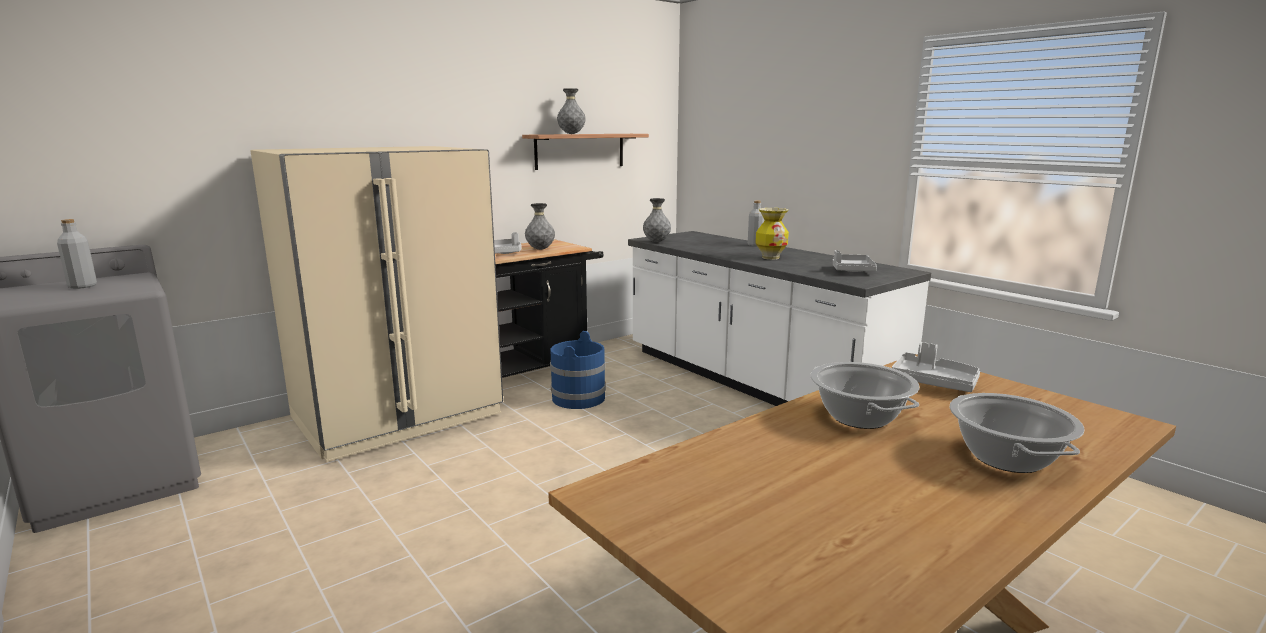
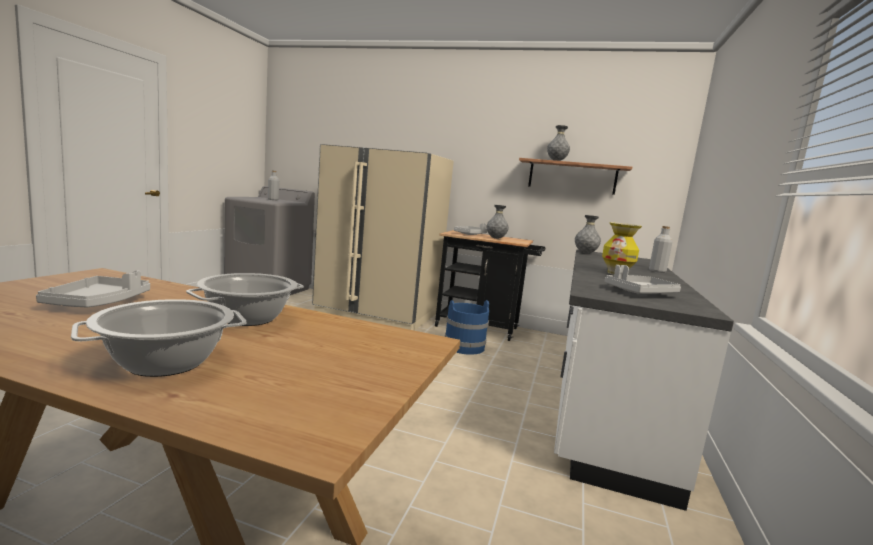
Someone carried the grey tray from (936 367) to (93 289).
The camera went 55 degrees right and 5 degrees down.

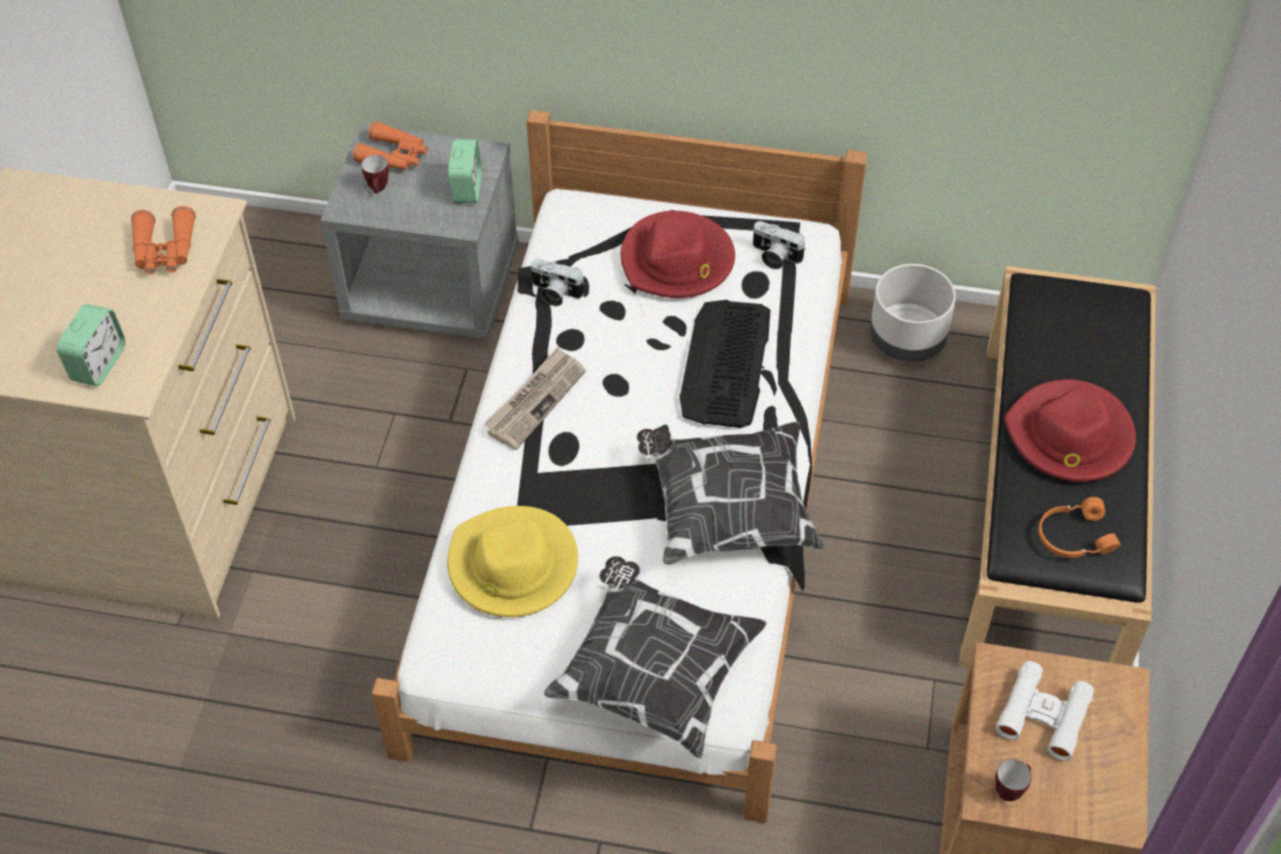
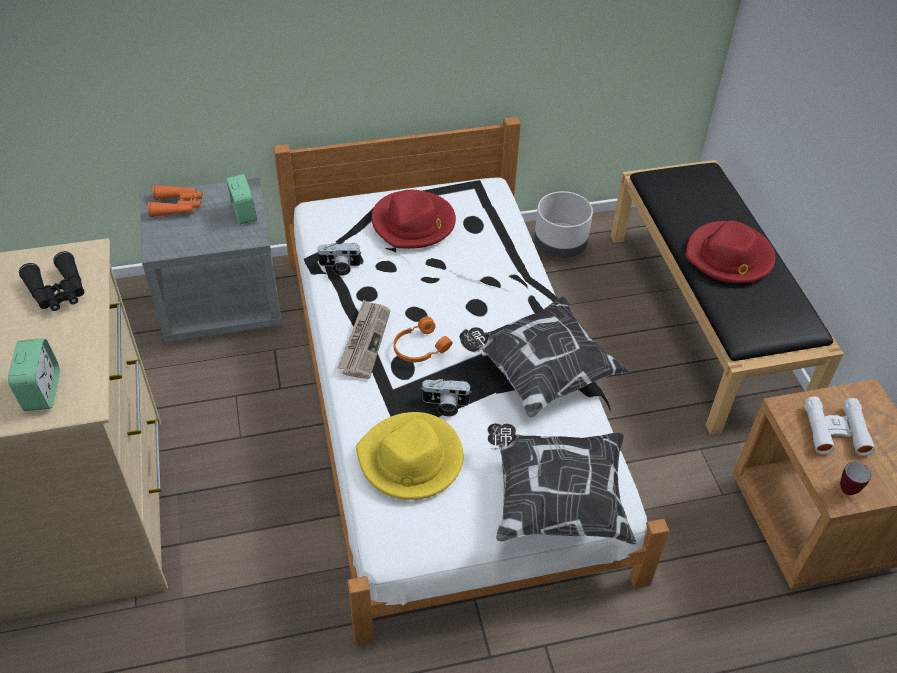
Someone repainted the orange binoculars at (163 240), which became the black binoculars at (51 281).
Someone took away the mug at (375 174).
Someone took away the keyboard at (724 364).
Someone carried the photo camera from (779 245) to (446 397).
Someone carried the orange headphones from (1079 527) to (423 339).
The camera went 25 degrees left and 5 degrees down.

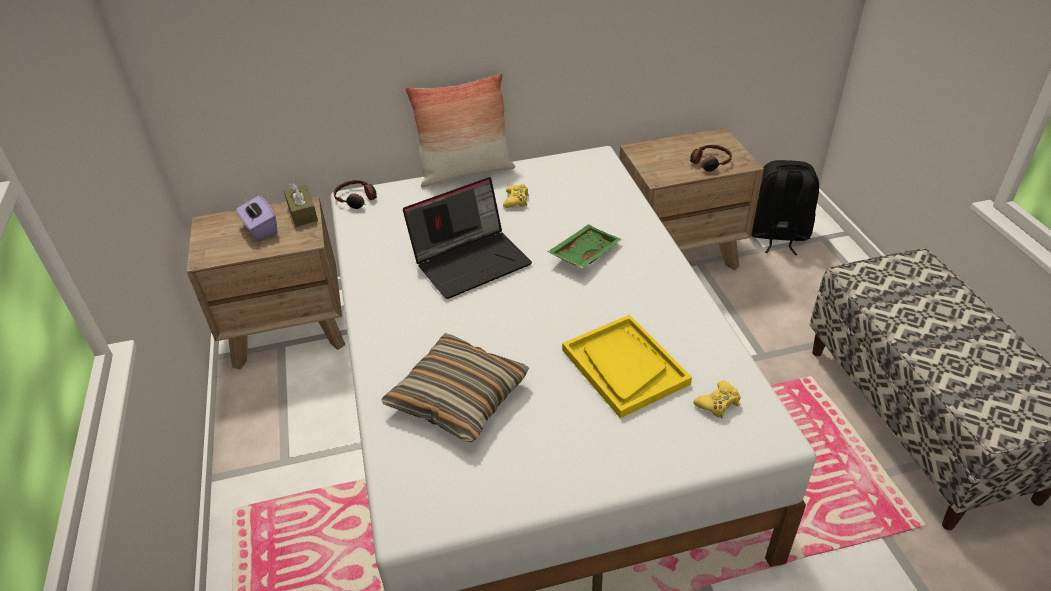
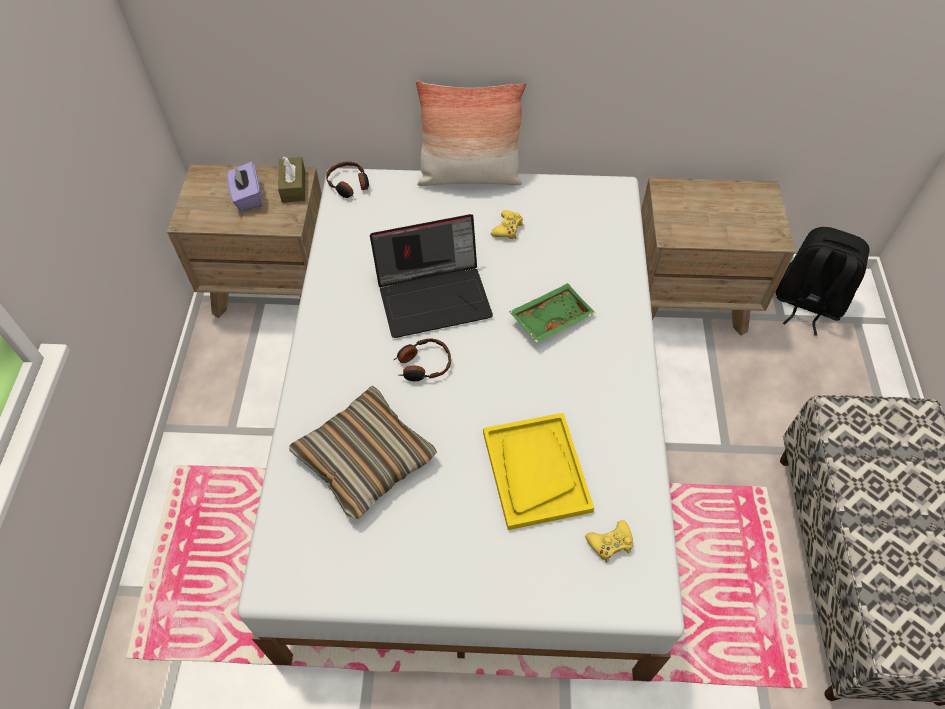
Someone carried the headphones from (711 158) to (422 359).
The camera went 15 degrees right and 15 degrees up.

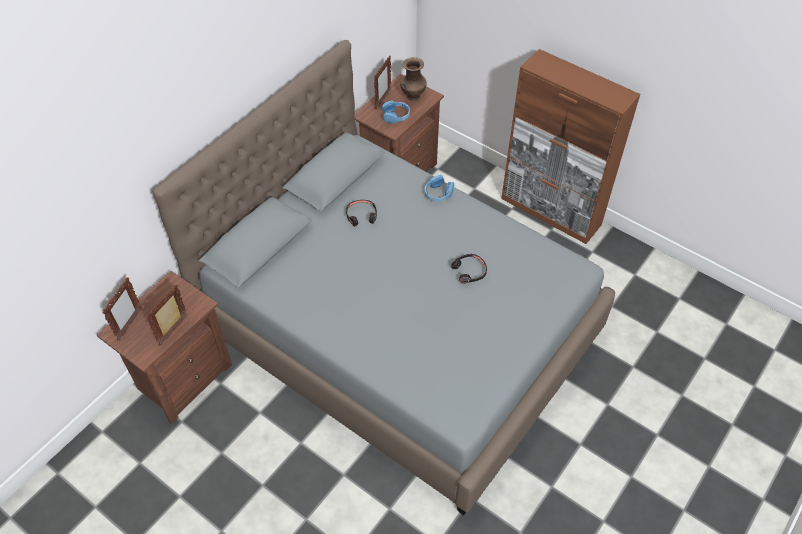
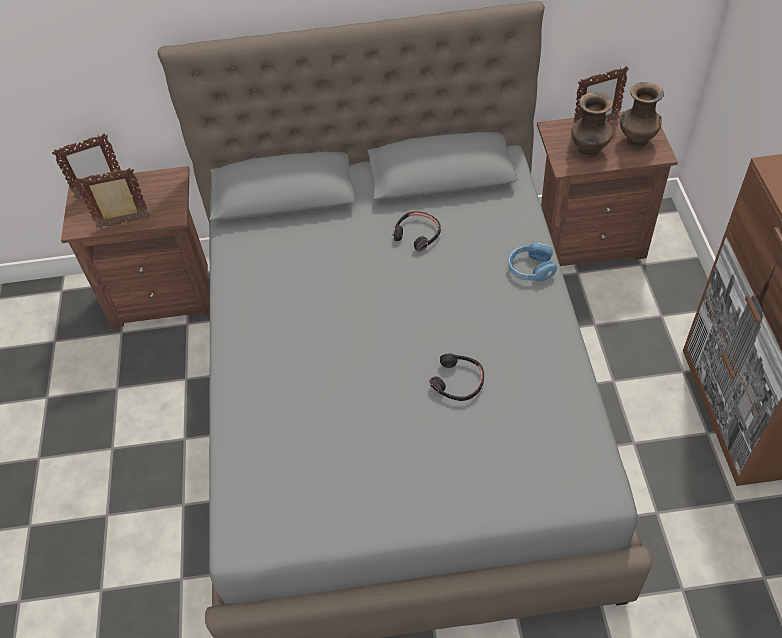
Someone swapped the blue headphones at (396 112) for the brown vase at (592 125).
The camera went 50 degrees right and 0 degrees up.

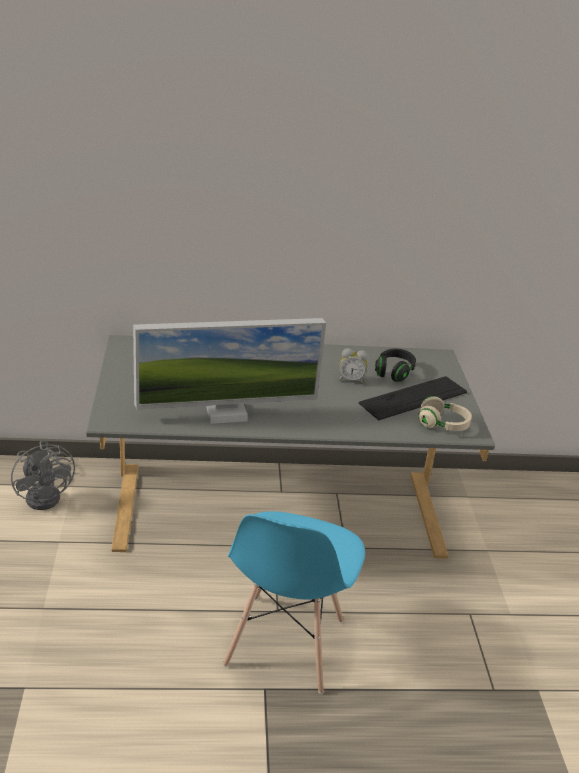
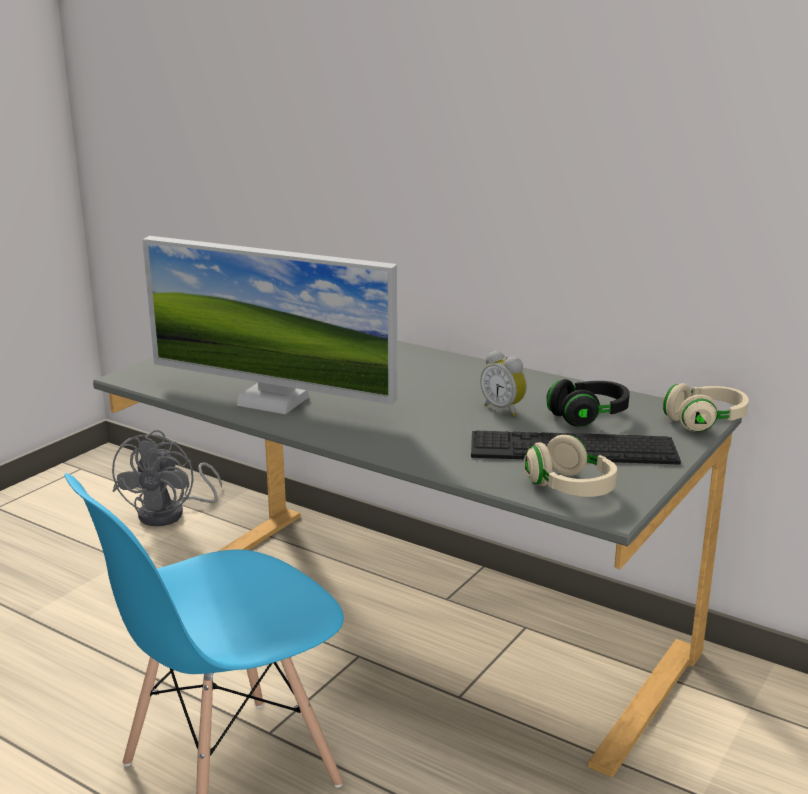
Someone put down the beige headphones at (706 407).
The camera went 40 degrees right and 10 degrees down.

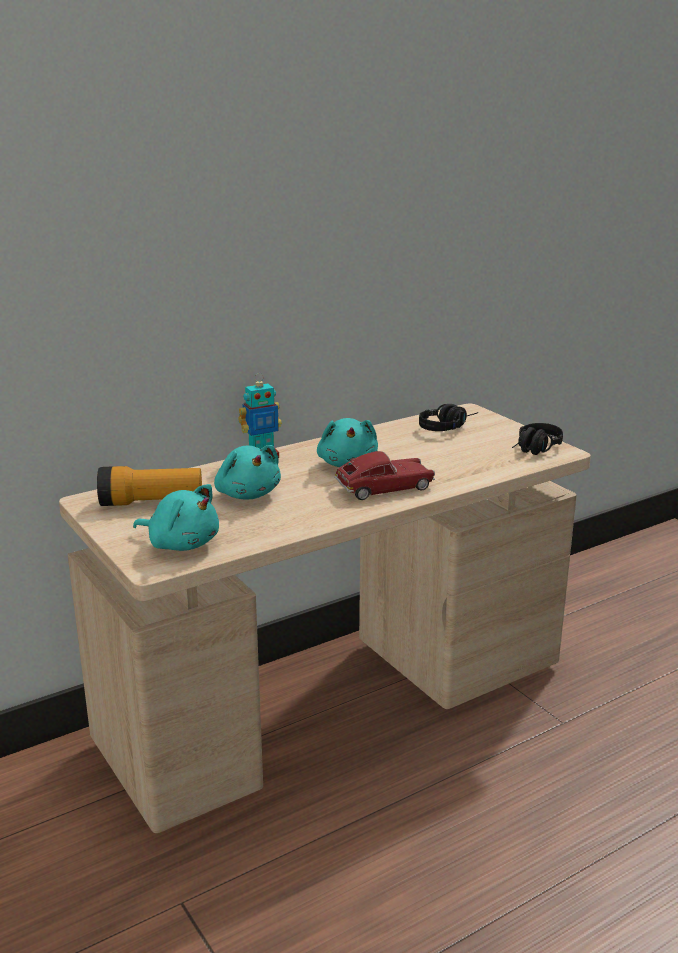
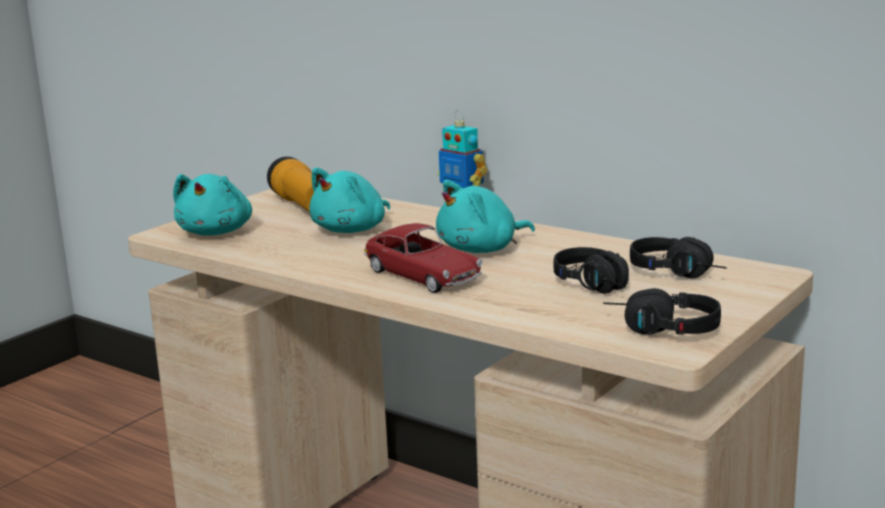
Someone put down the black headphones at (591 270).
The camera went 70 degrees right and 5 degrees down.

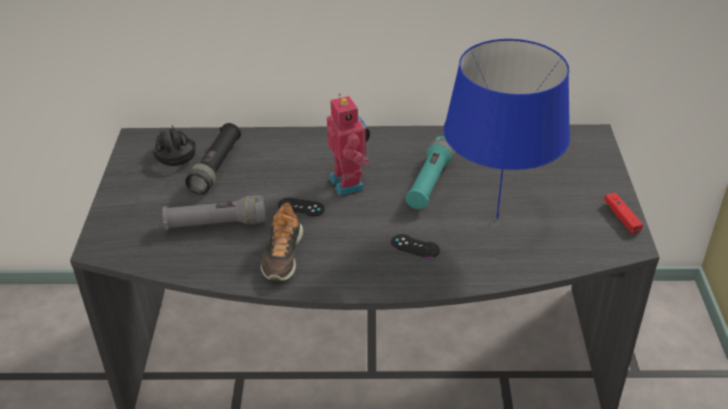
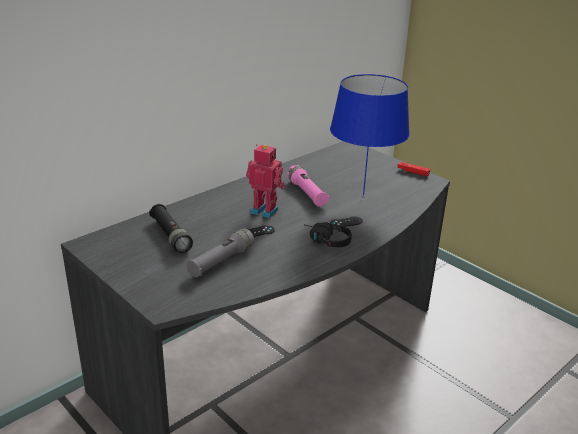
Someone carried the black headphones from (174 145) to (328 234).
Someone took away the shoe at (282 241).
Someone repainted the turquoise flashlight at (430 172), which became the pink flashlight at (308 186).
The camera went 45 degrees left and 10 degrees down.

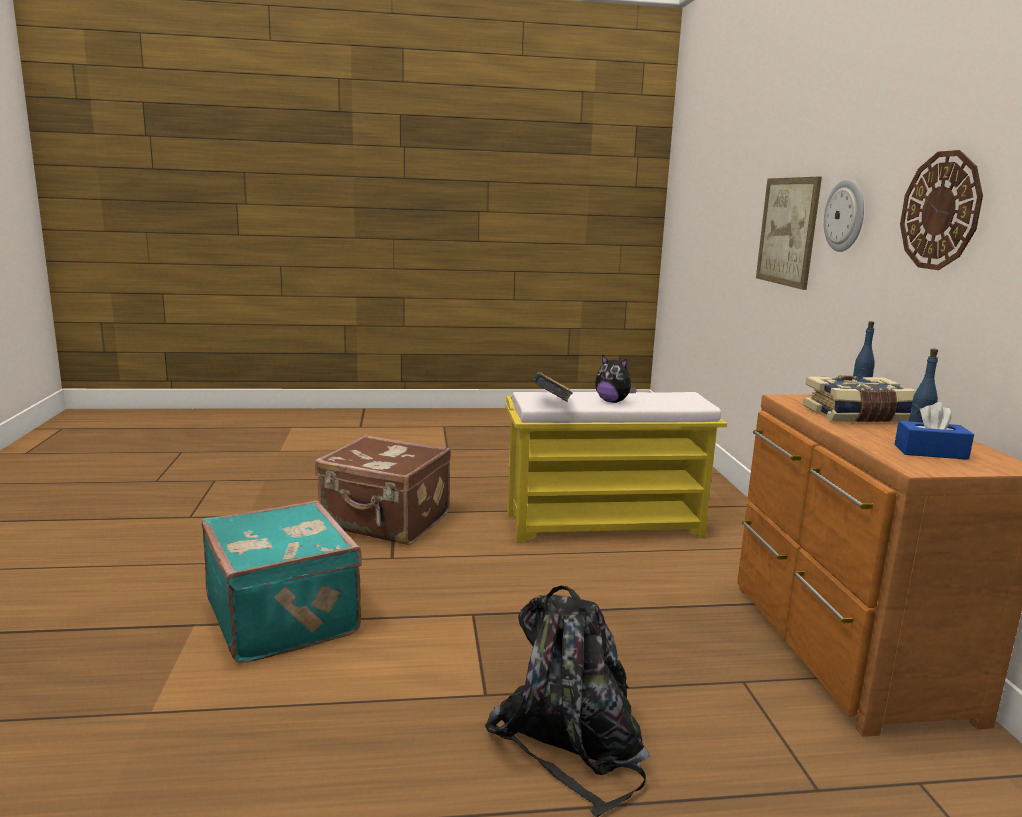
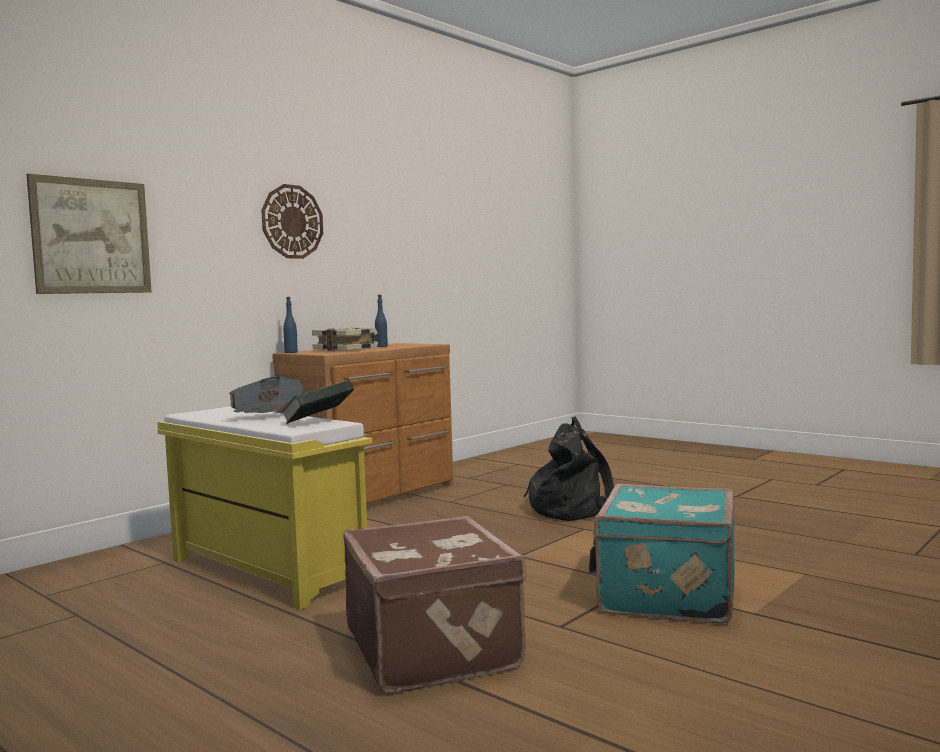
Someone swapped the plush toy at (616 379) for the newspaper at (266 394).
Someone took away the wall clock at (844 215).
Someone took away the blue tissue box at (934 431).
The camera went 130 degrees left and 10 degrees down.

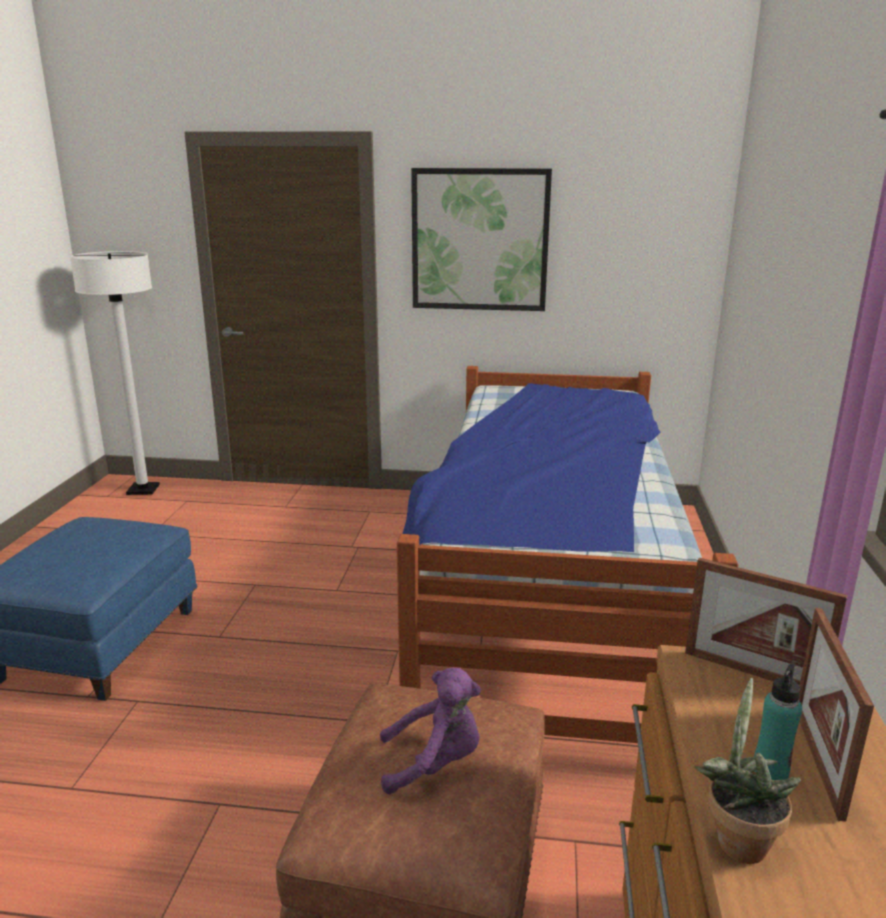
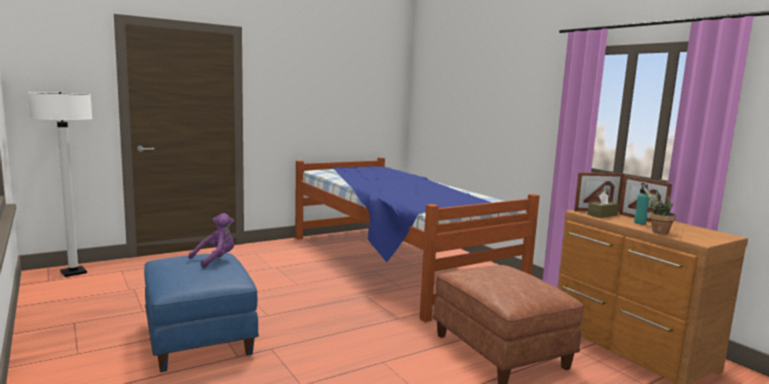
Someone carried the purple plush toy from (430 731) to (211 240).
Someone took away the picture at (481 239).
Someone put down the brown tissue box at (603 204).
The camera went 40 degrees left and 10 degrees down.

